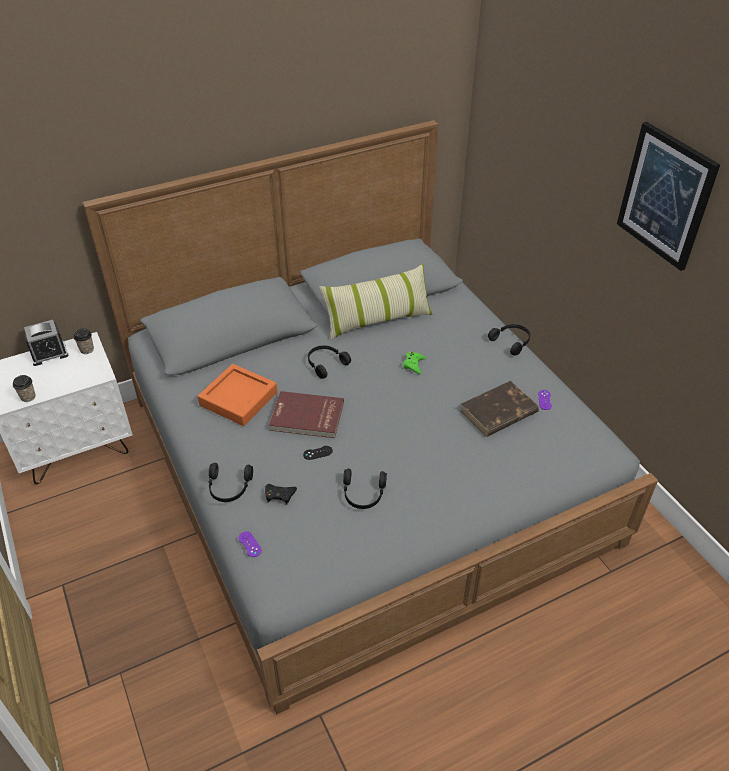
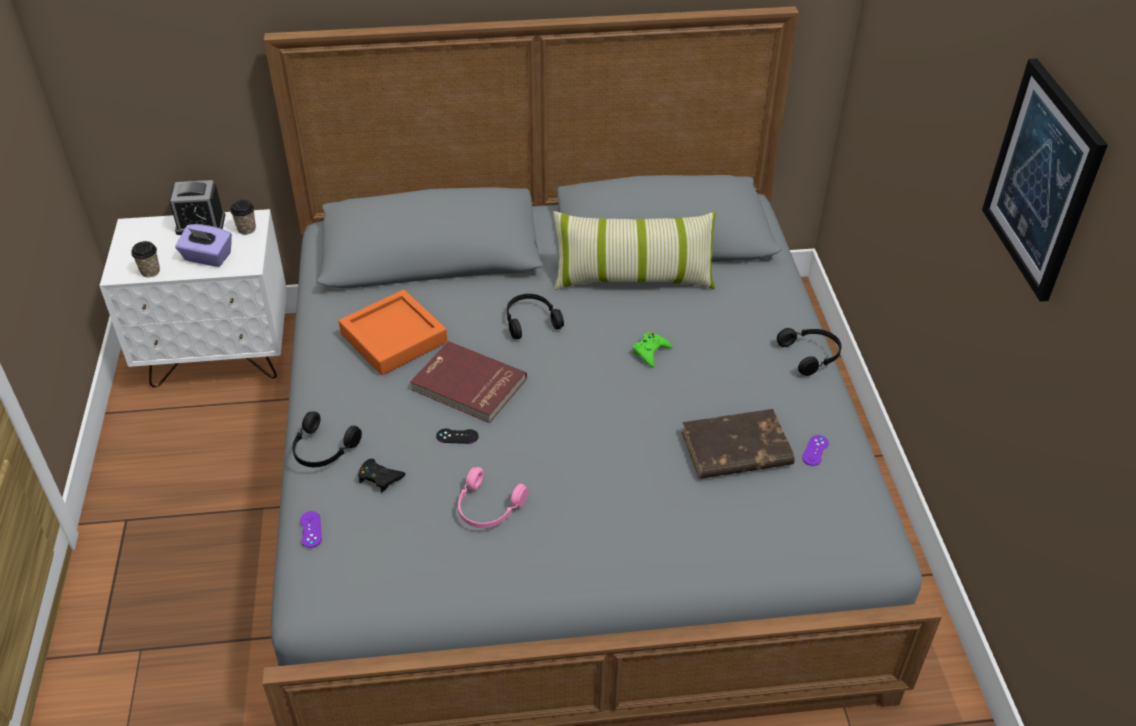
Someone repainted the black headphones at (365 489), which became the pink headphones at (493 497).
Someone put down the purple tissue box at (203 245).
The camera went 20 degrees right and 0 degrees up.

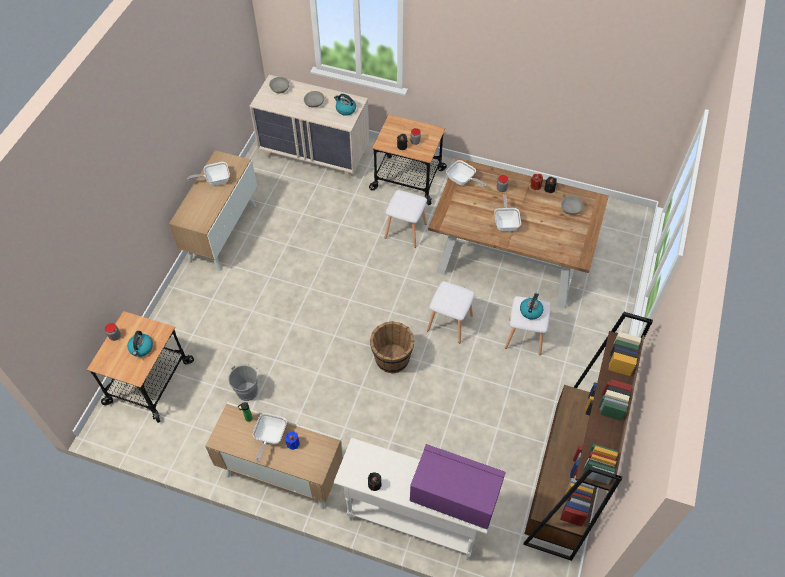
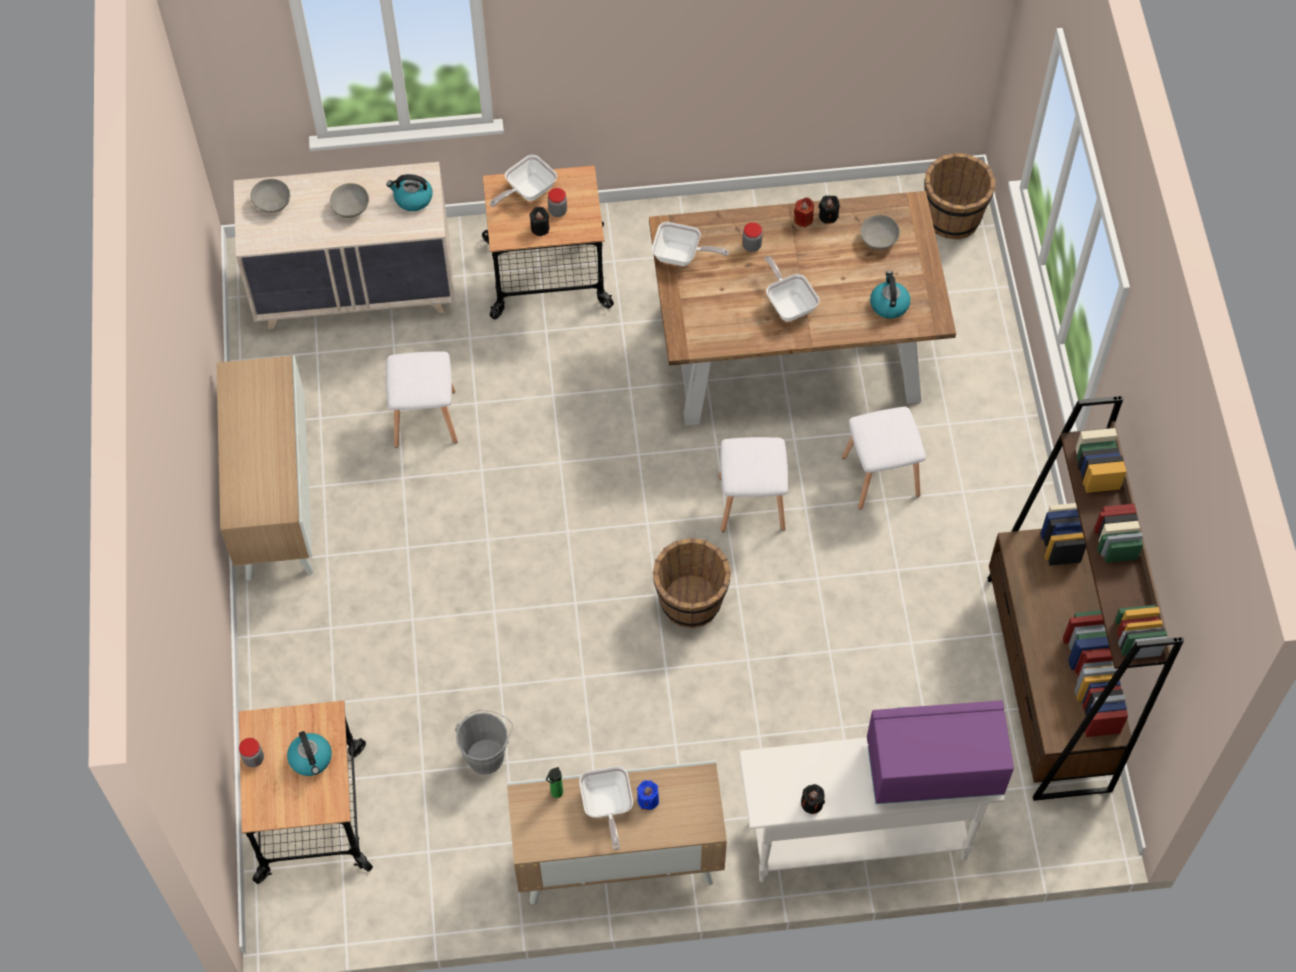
Someone carried the frying pan from (208 173) to (523 181).
Someone carried the white stool from (406 219) to (422 399).
Someone carried the kettle from (531 306) to (890 295).
Someone put down the brown bucket at (959 196).
The camera went 25 degrees left and 5 degrees up.

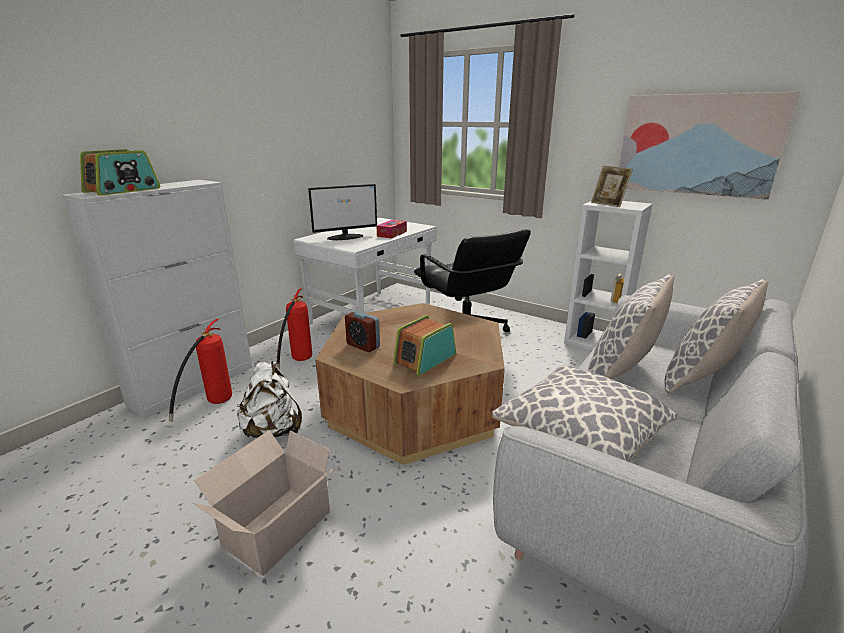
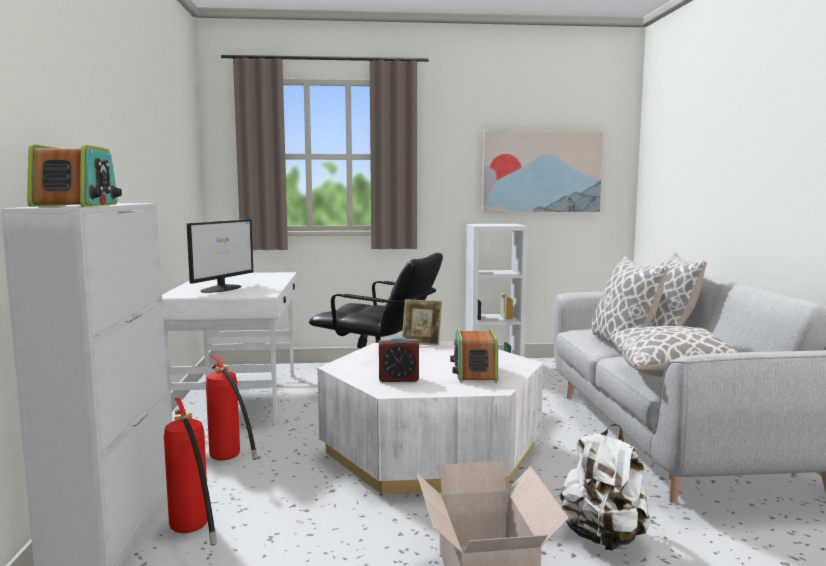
Someone carried the white backpack from (269 399) to (605 487).
Someone repainted the brown coffee table at (410 384), which became the white coffee table at (430 418).
Someone took away the tissue box at (392 229).
Someone carried the picture frame from (612 186) to (422 322).
The camera went 40 degrees left and 15 degrees down.

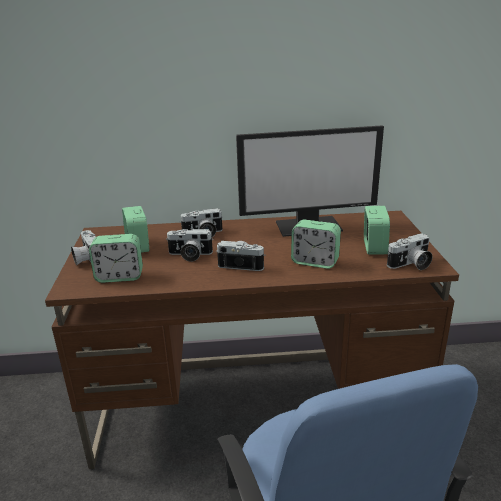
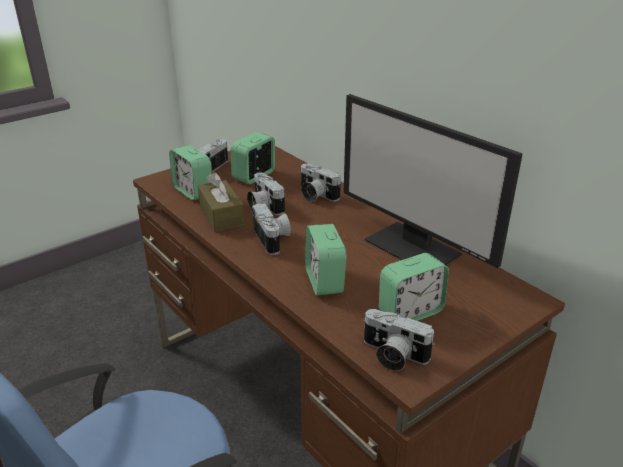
Someone put down the brown tissue box at (221 202).
The camera went 55 degrees right and 5 degrees up.

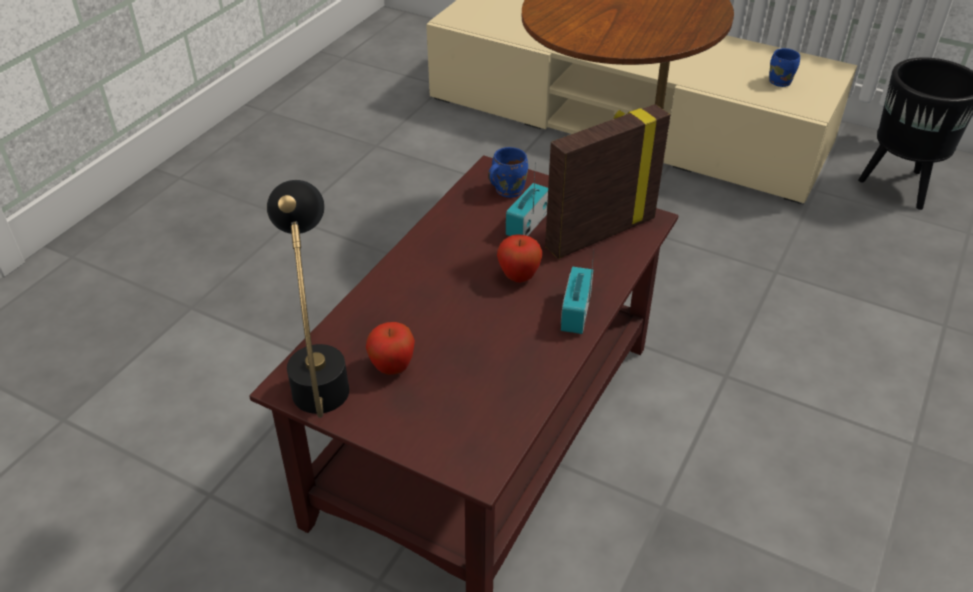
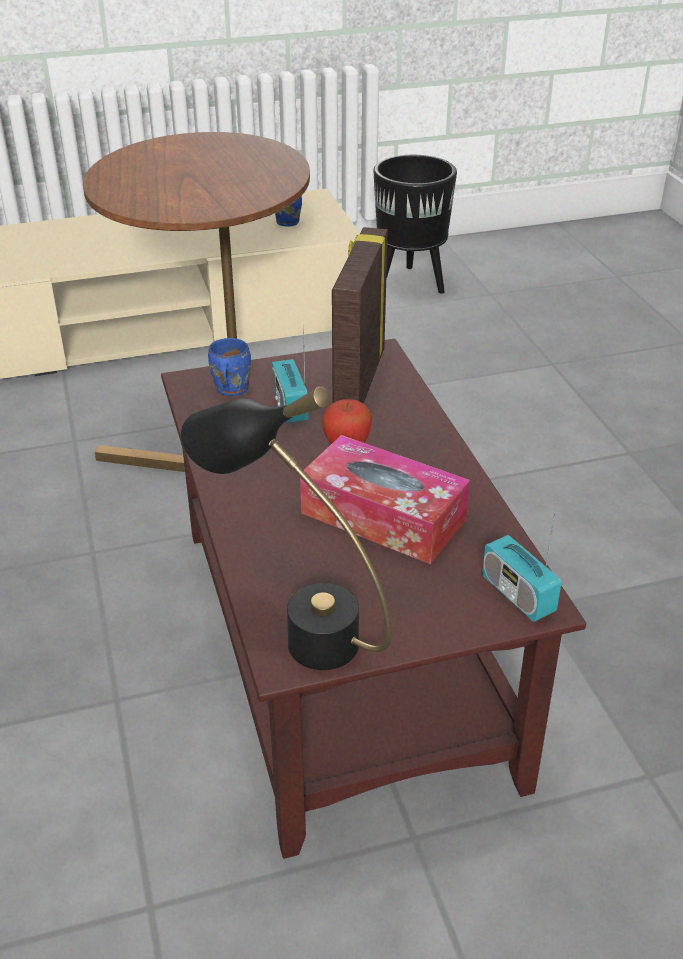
Someone took away the apple at (390 348).
Someone carried the radio from (577 293) to (522 561).
Someone put down the tissue box at (385 499).
The camera went 45 degrees left and 5 degrees down.

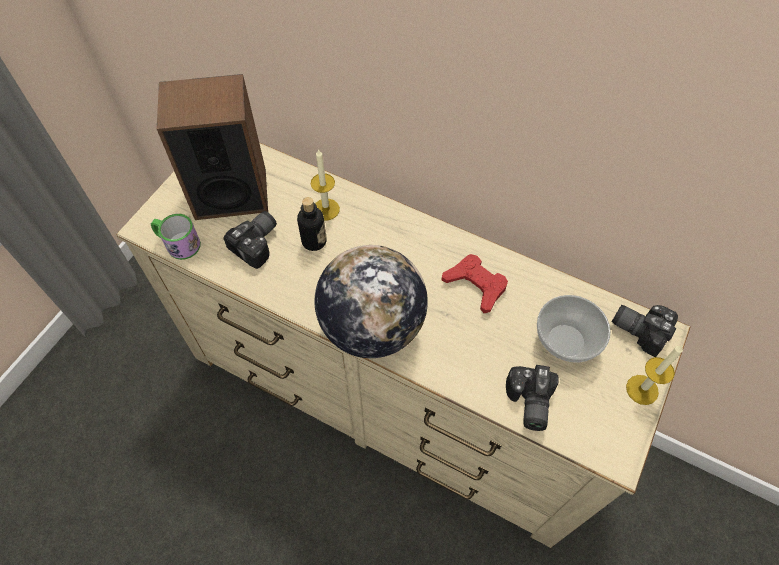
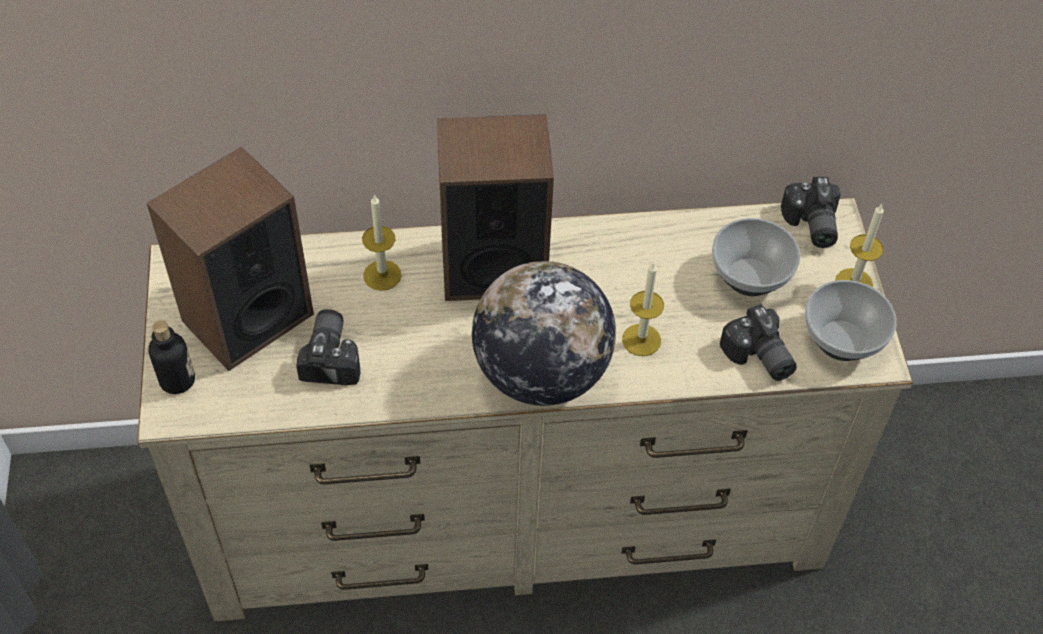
Someone took away the mug at (176 237).
Someone carried the bottle from (312 224) to (171 357).
Someone took away the red game controller at (474 283).
Someone rotated the photo camera at (645 331) by 90 degrees counterclockwise.
Someone put down the speaker at (495 207).
Someone put down the candle at (643 309).
Someone put down the bowl at (851 320).
The camera went 35 degrees left and 5 degrees down.

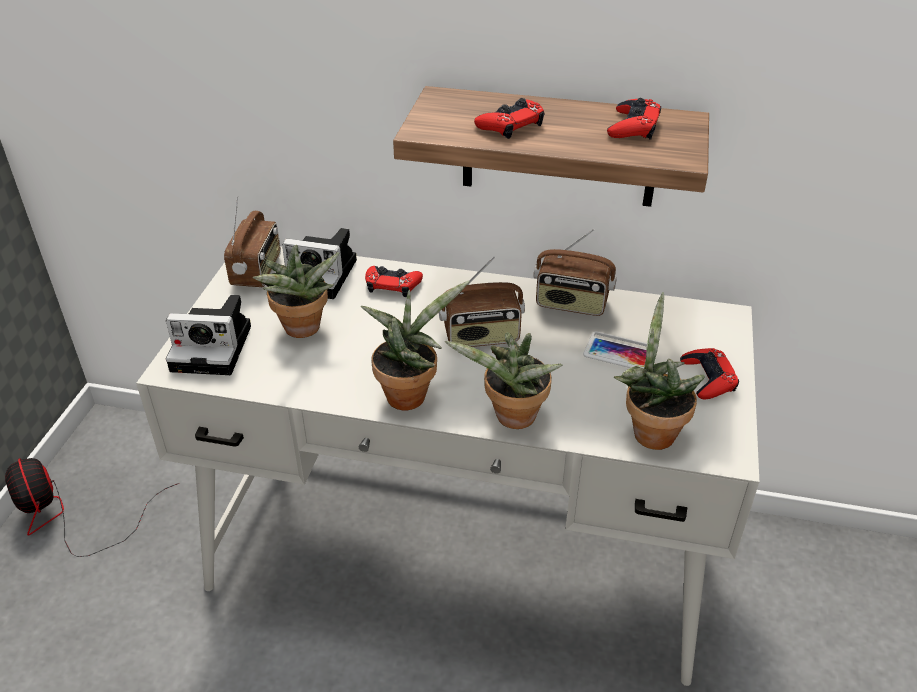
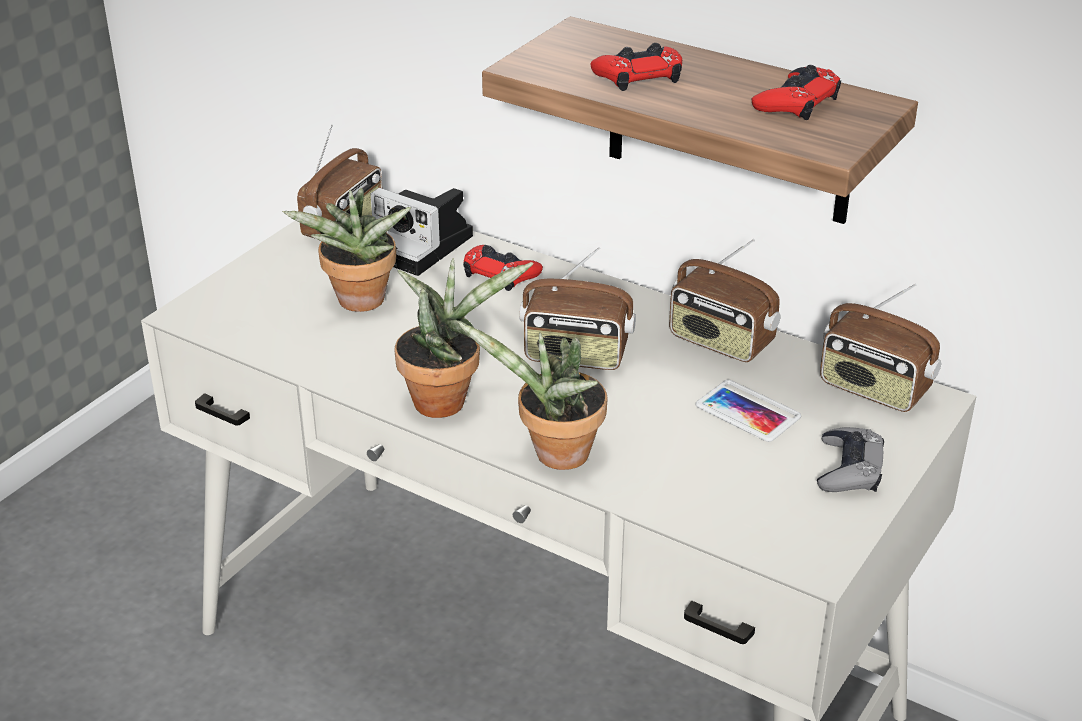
Someone took away the fan at (92 507).
Someone took away the photo camera at (208 335).
Someone took away the potted plant at (659 371).
Someone repainted the red game controller at (709 373), which became the grey game controller at (850 459).
Someone put down the radio at (880 348).
The camera went 20 degrees right and 5 degrees down.

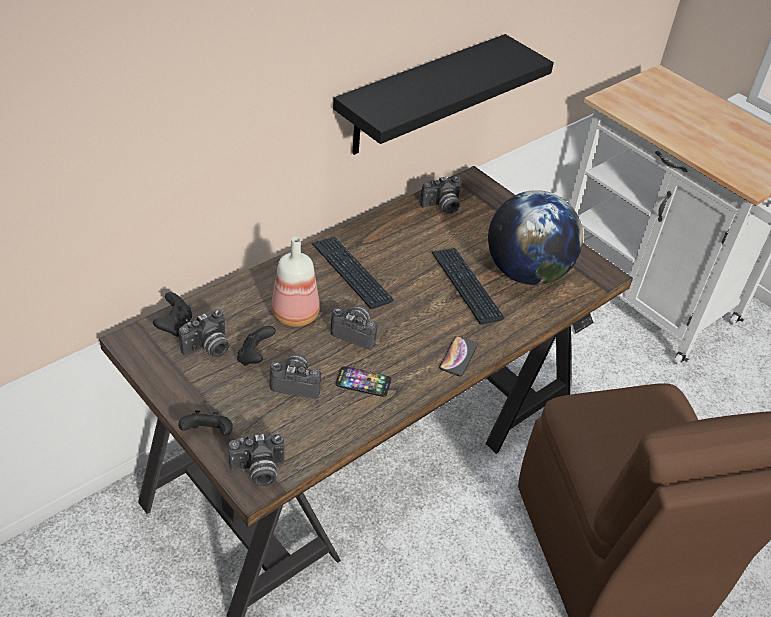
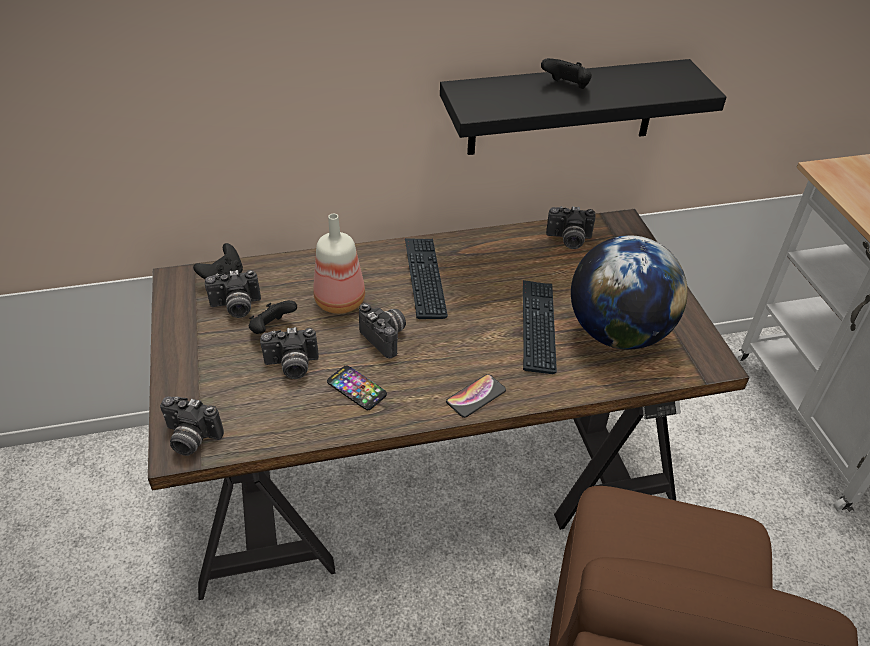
Someone carried the black game controller from (205 423) to (566 73).
Someone rotated the photo camera at (295 376) by 135 degrees clockwise.
The camera went 30 degrees right and 0 degrees up.

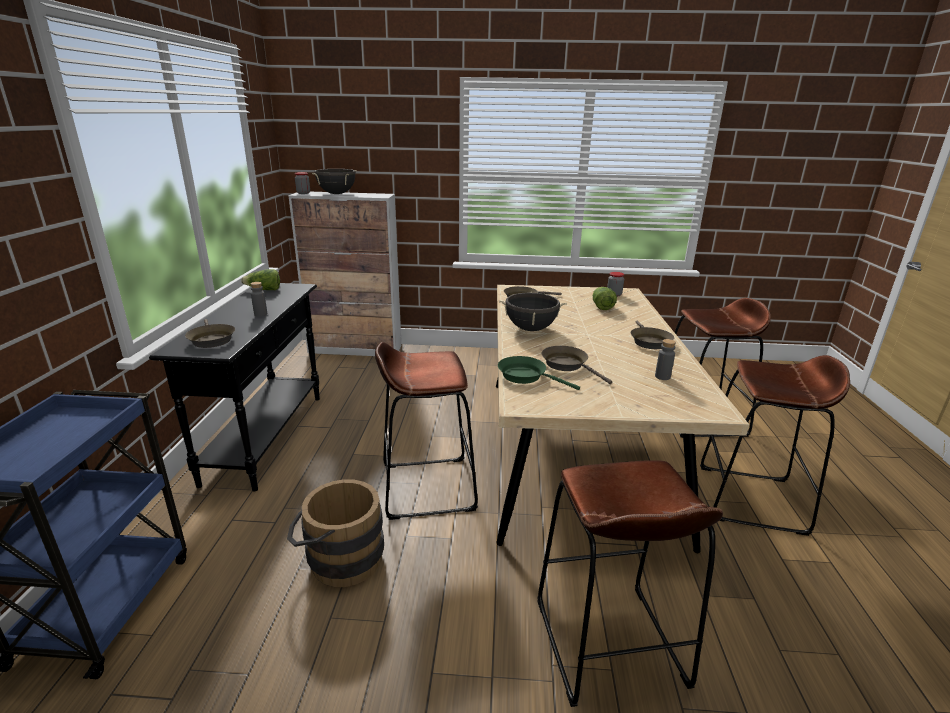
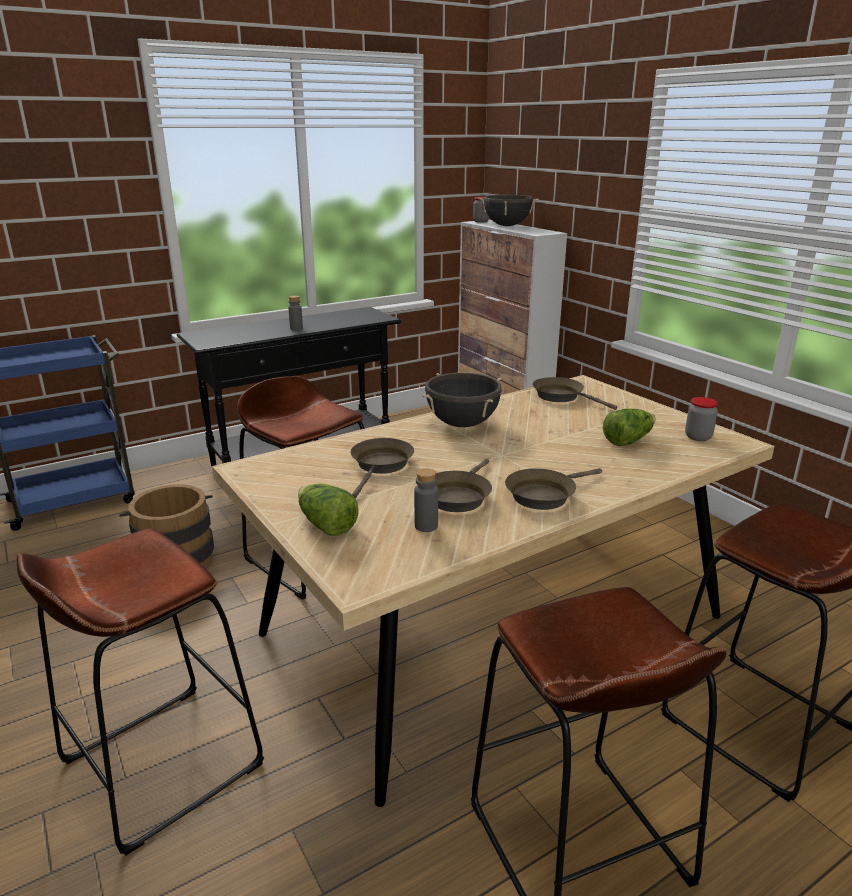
Someone carried the brown frying pan from (210 333) to (463 485).
Someone carried the lettuce from (260 279) to (328 510).
Someone took away the green frying pan at (539 373).
The camera went 55 degrees right and 0 degrees up.

